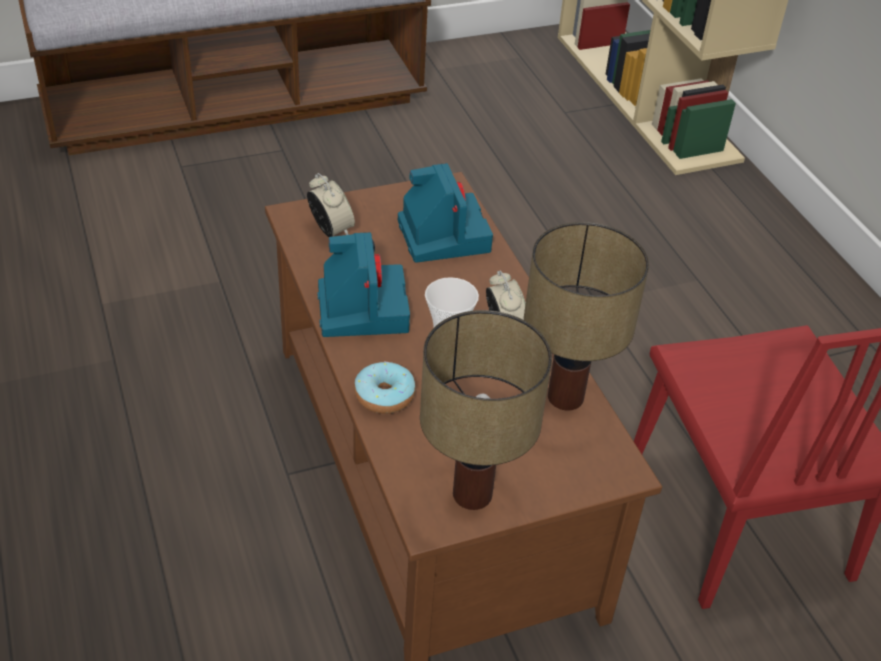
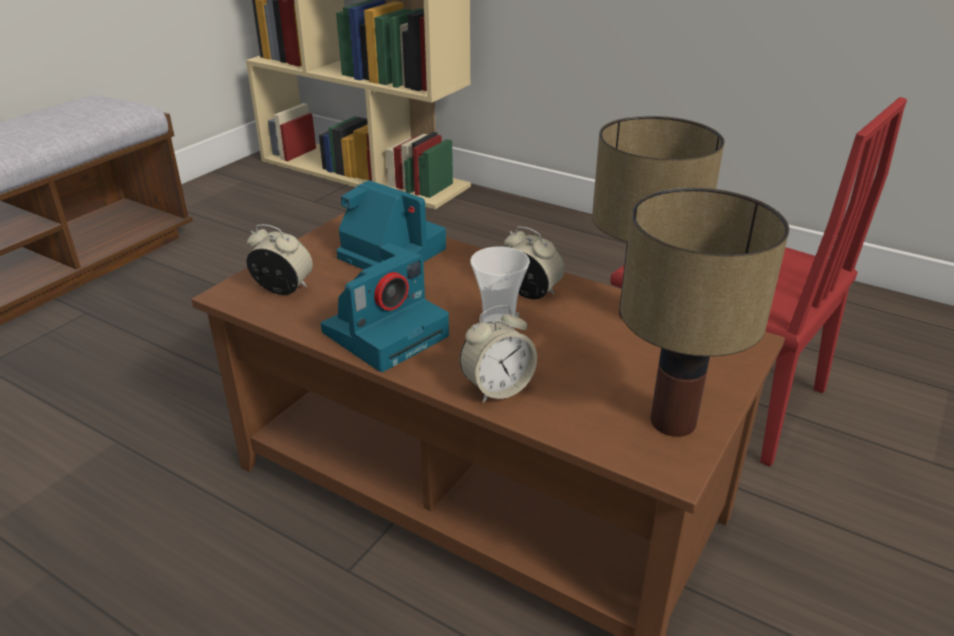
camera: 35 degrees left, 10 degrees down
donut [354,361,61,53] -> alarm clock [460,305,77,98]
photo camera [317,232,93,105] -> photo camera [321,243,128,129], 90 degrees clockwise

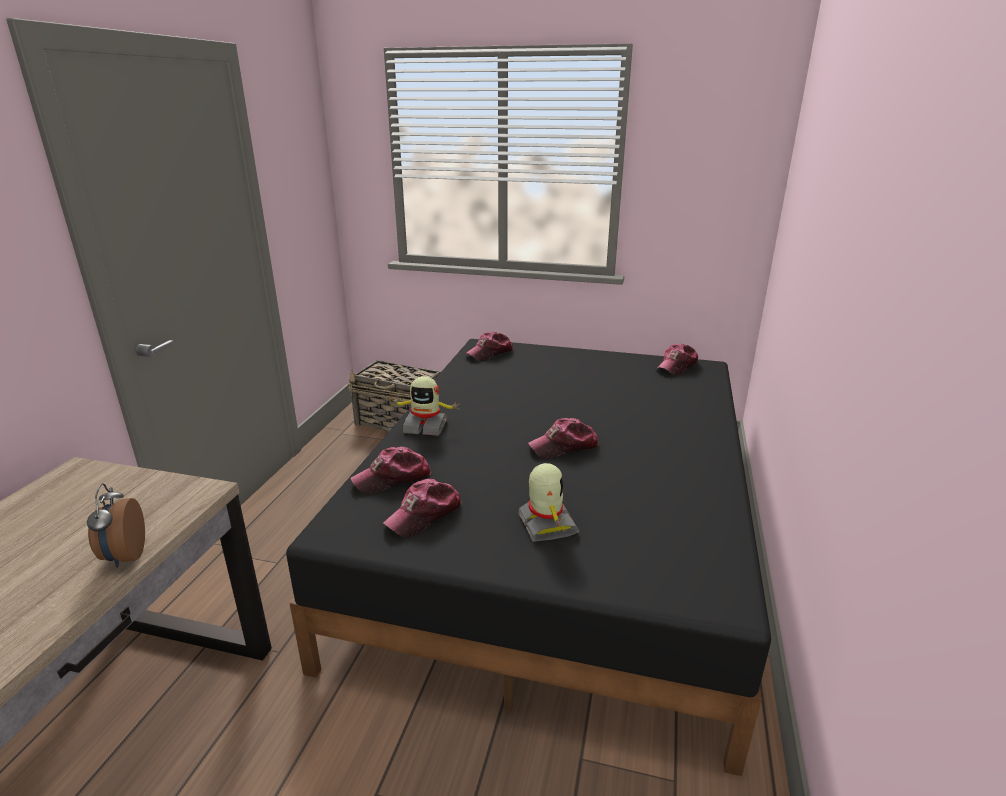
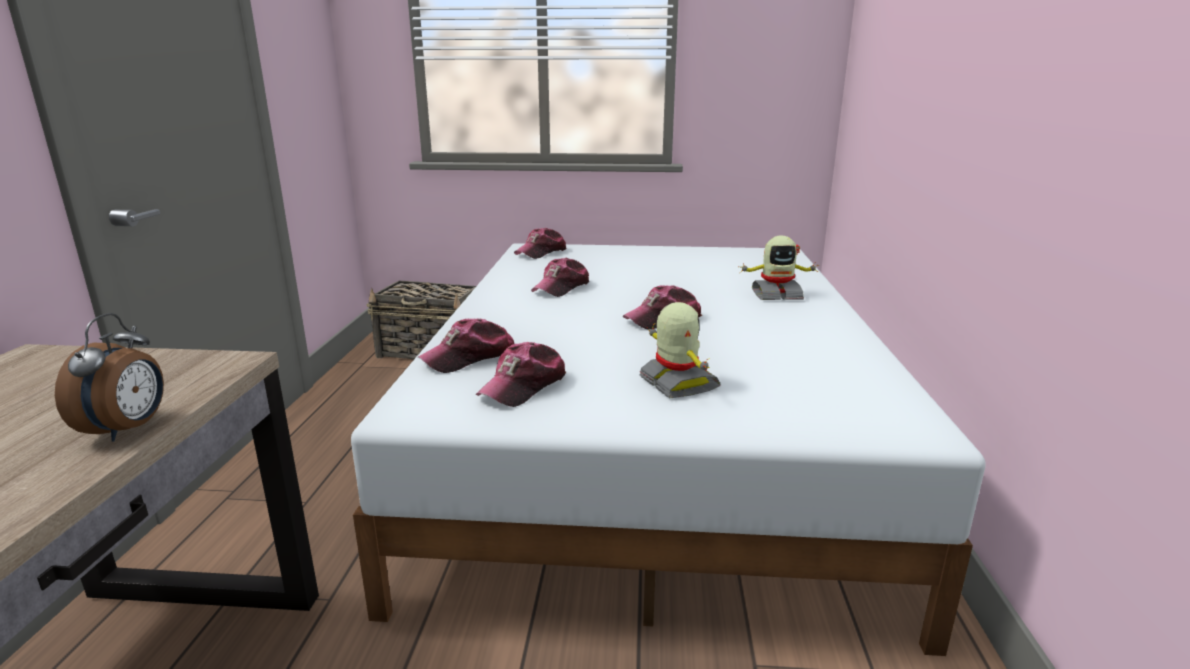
camera: 10 degrees left, 5 degrees down
toy robot [391,376,68,60] -> toy robot [738,235,81,65], relocated
cap [656,344,42,31] -> cap [531,258,58,39], relocated
black bed [286,339,485,437] -> white bed [351,243,634,413]
alarm clock [87,483,58,85] -> alarm clock [55,313,109,129], 150 degrees counterclockwise

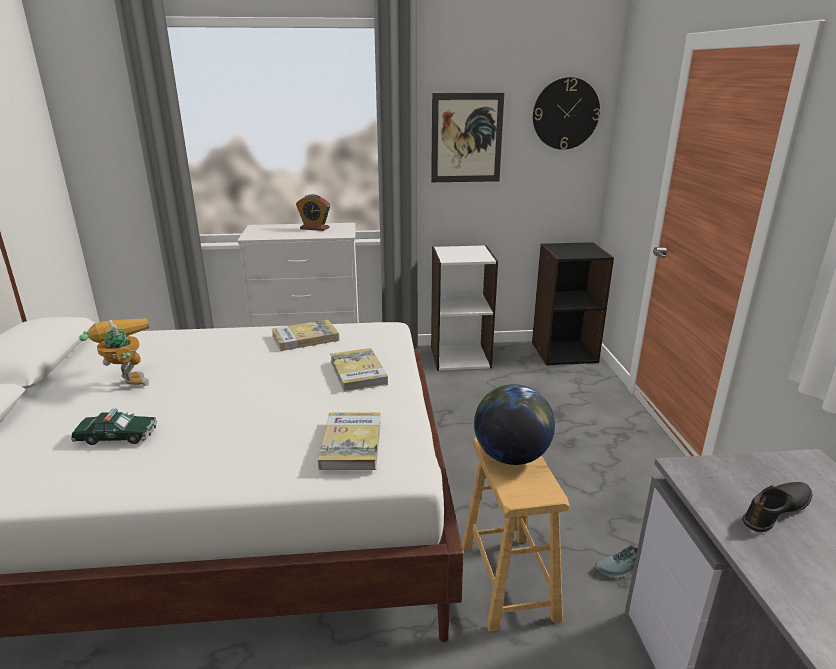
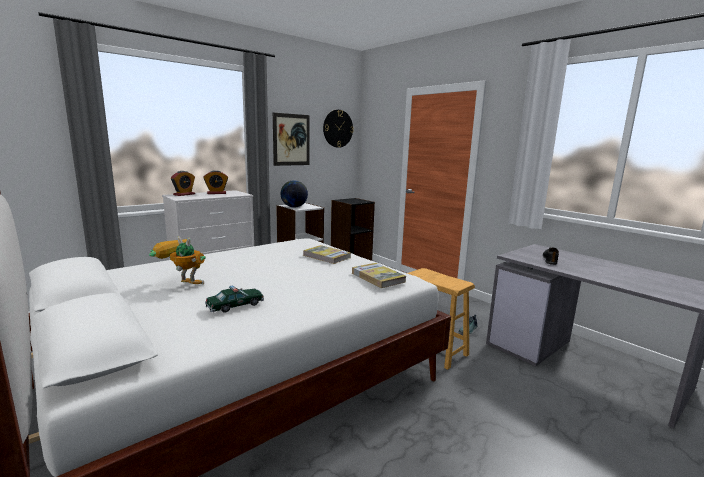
camera: 35 degrees left, 10 degrees down
book [272,319,67,32] -> none
none -> alarm clock [171,171,24,25]
globe [474,384,81,81] -> globe [281,180,27,27], relocated

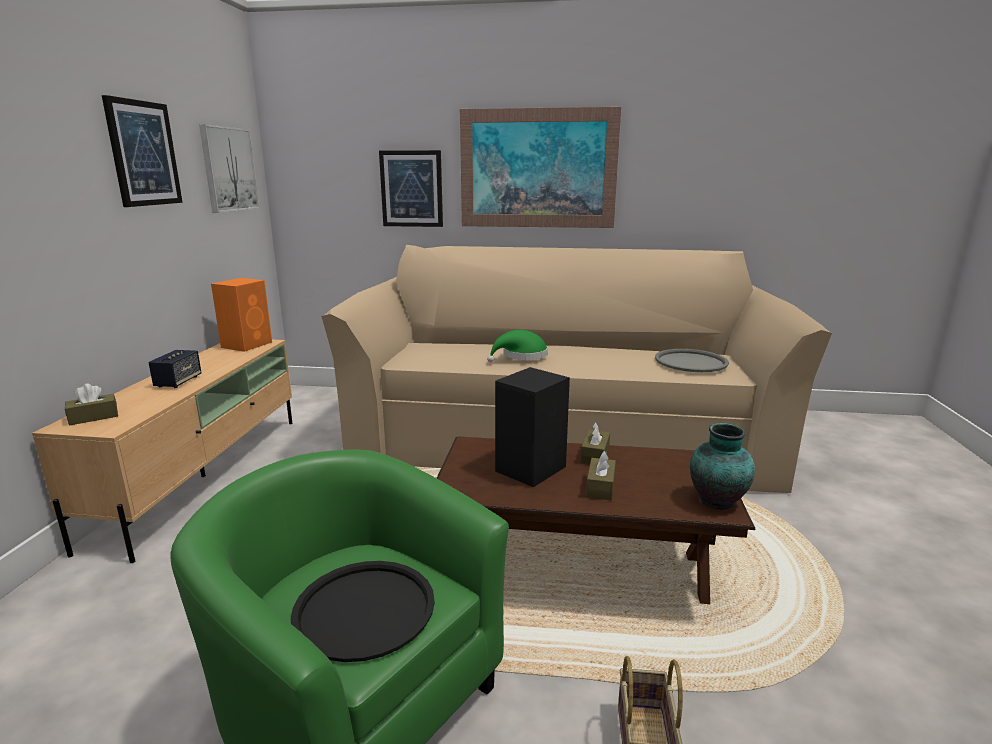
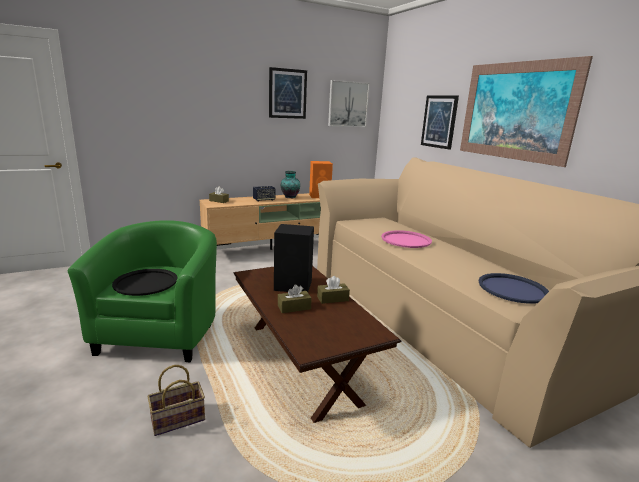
camera: 55 degrees right, 0 degrees up
vase [690,423,65,87] -> vase [281,171,19,27], relocated
green hat [487,330,61,32] -> pink tray [381,230,51,18]
grey tray [655,349,74,23] -> blue tray [478,273,71,31]

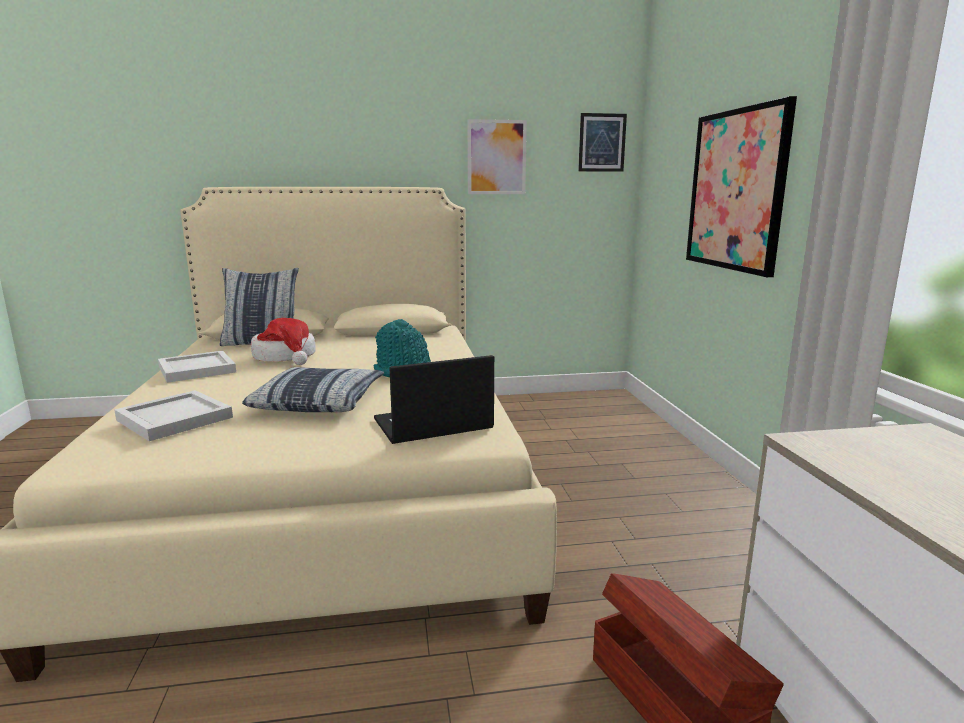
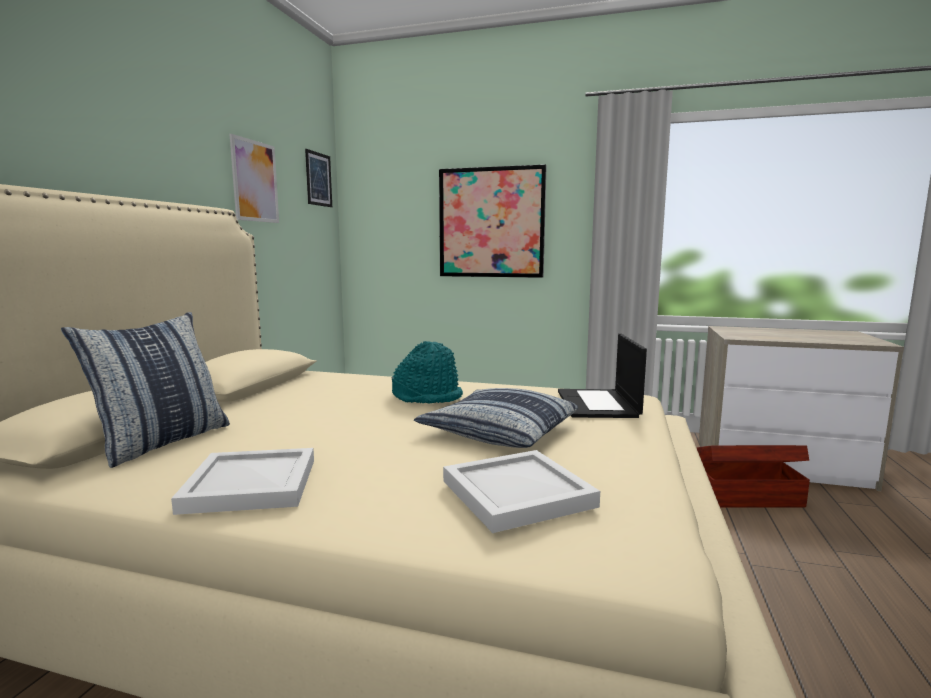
camera: 65 degrees left, 5 degrees down
hat [251,318,65,47] -> none

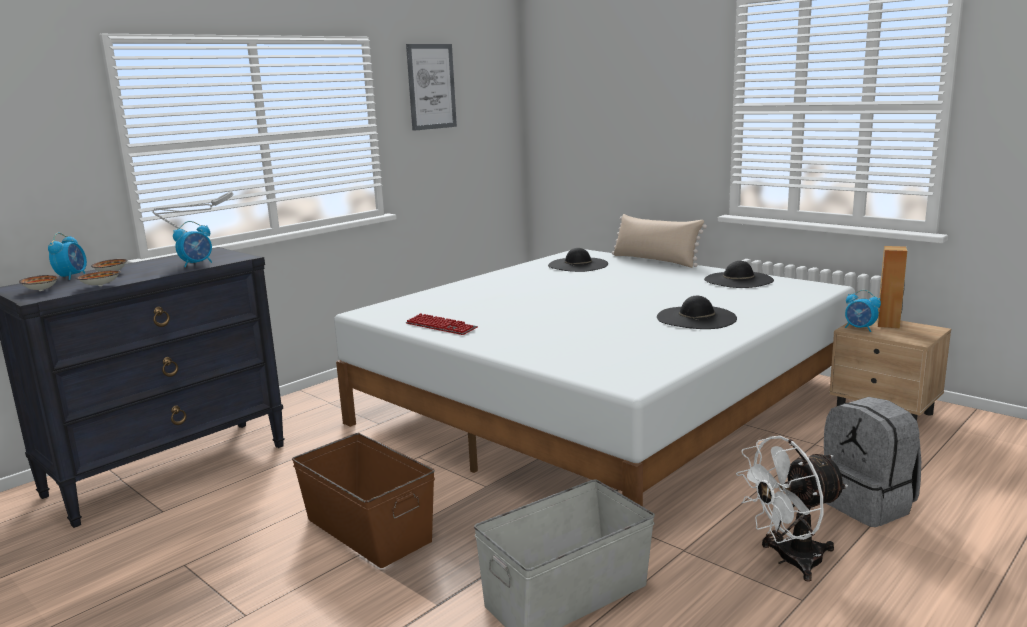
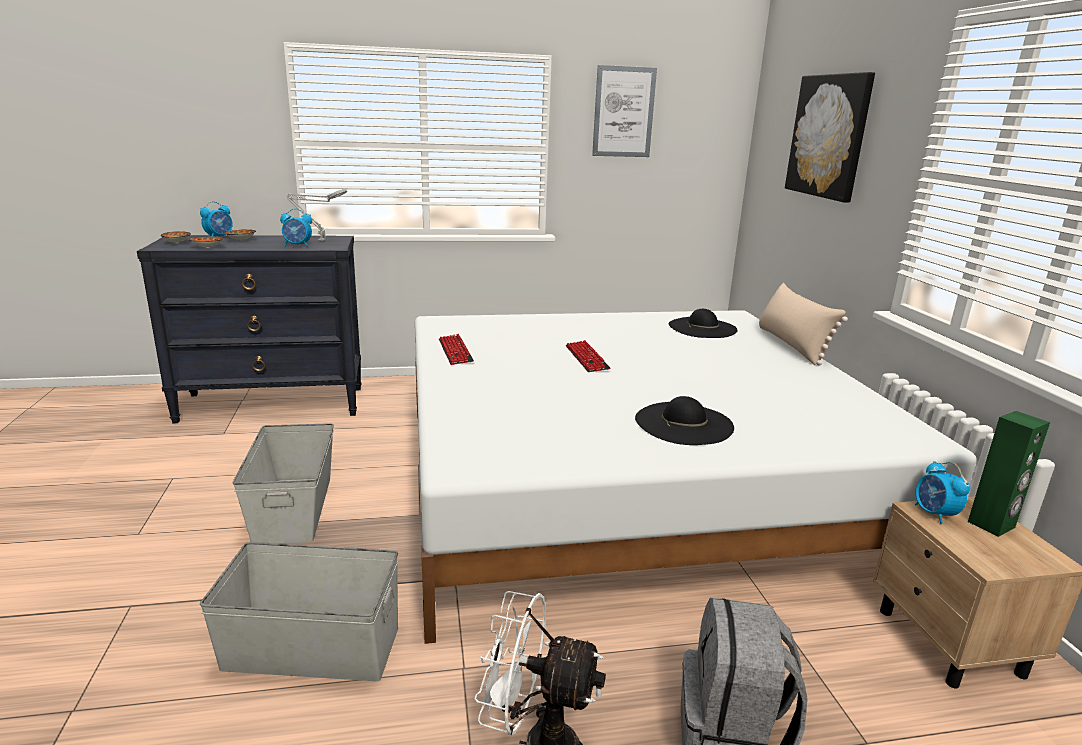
camera: 35 degrees right, 5 degrees up
black hat [704,261,70,27] -> none
none -> keyboard [566,340,45,32]
none -> picture [785,72,90,130]
brown storage box [292,433,143,135] -> grey storage box [232,423,102,121]
brown speaker [877,246,30,82] -> green speaker [968,411,82,126]

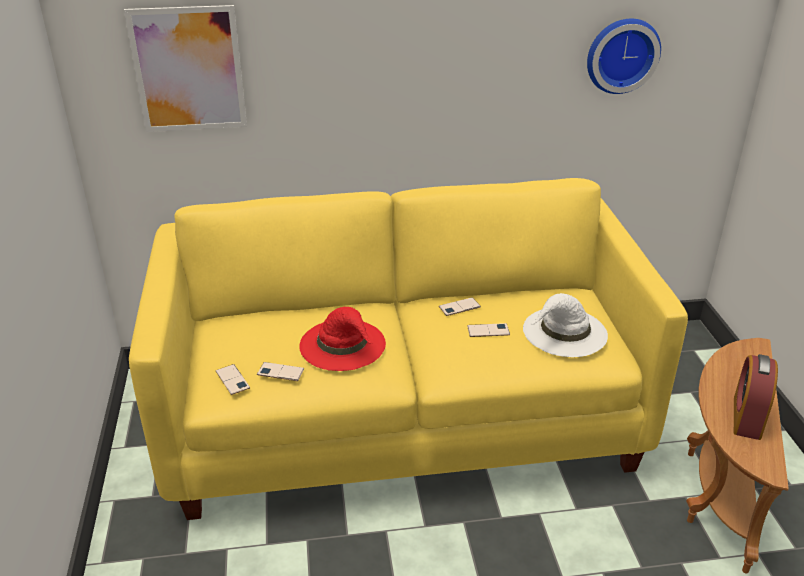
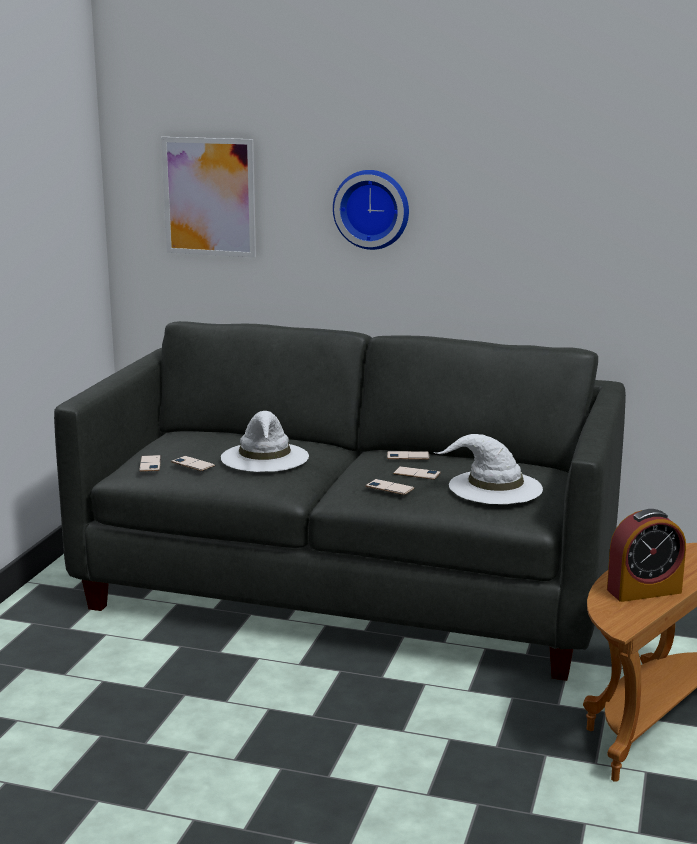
camera: 25 degrees right, 15 degrees down
none -> phone [365,479,49,16]
wall clock [587,19,74,75] -> wall clock [333,170,76,80], relocated
yellow sofa [129,178,559,342] -> grey sofa [54,321,572,360]
red hat [299,307,87,64] -> white hat [221,411,88,61]
alarm clock [734,354,44,86] -> alarm clock [607,509,79,93], 150 degrees counterclockwise

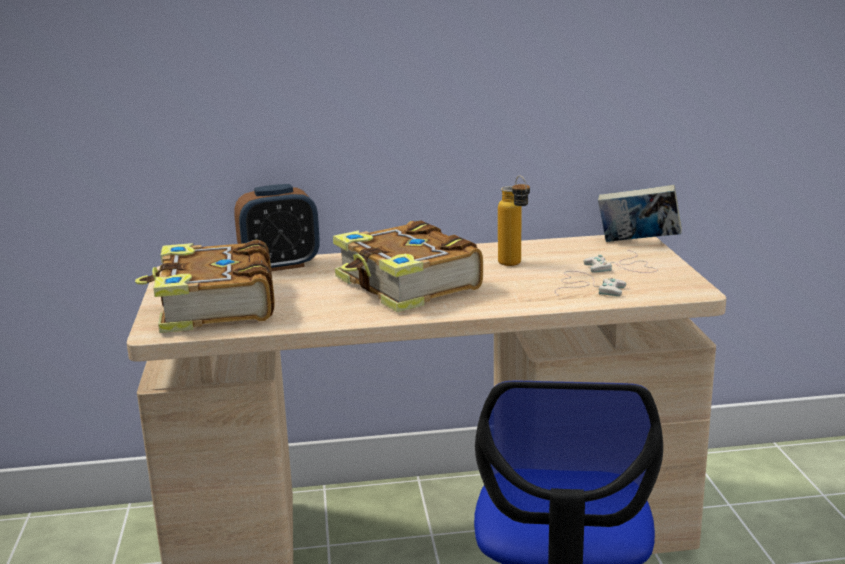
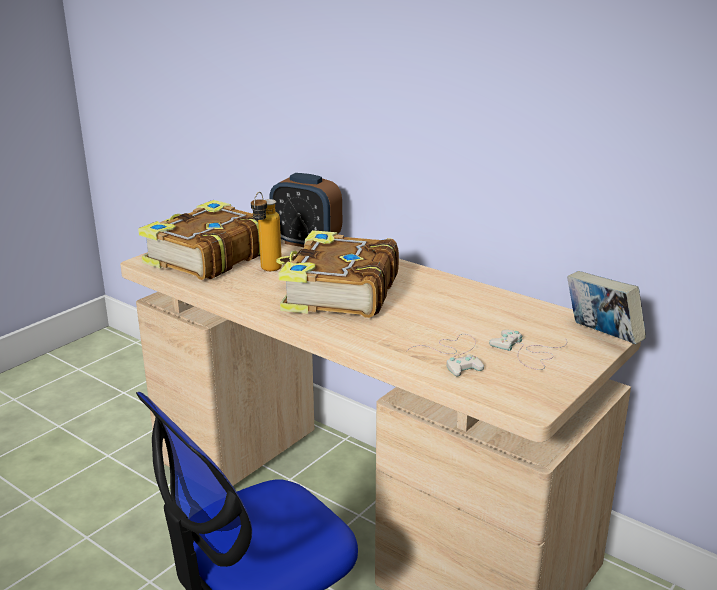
camera: 45 degrees right, 5 degrees up
bottle [498,176,32,90] -> bottle [251,192,31,79], relocated

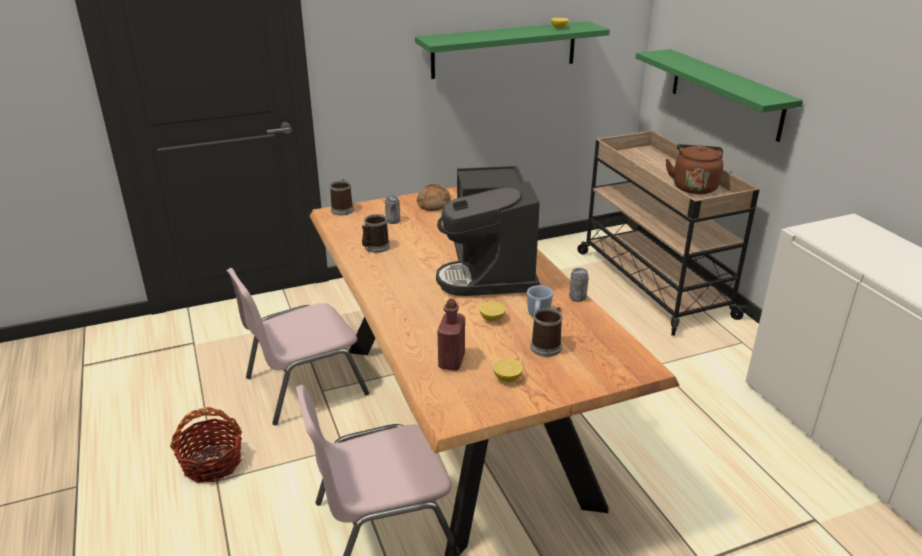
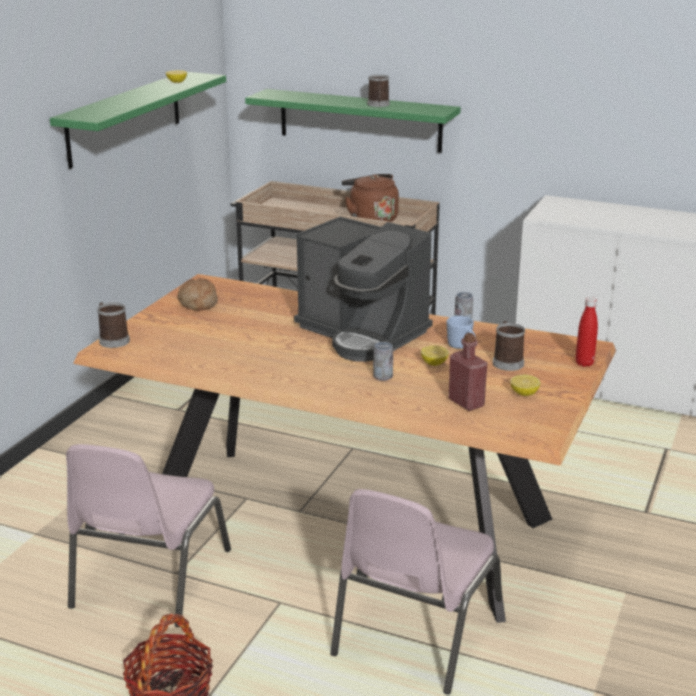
camera: 45 degrees left, 5 degrees down
none -> red bottle [575,297,23,70]
mug [362,214,28,39] -> mug [367,75,23,32], relocated
can [385,196,15,28] -> can [373,342,20,39], relocated

